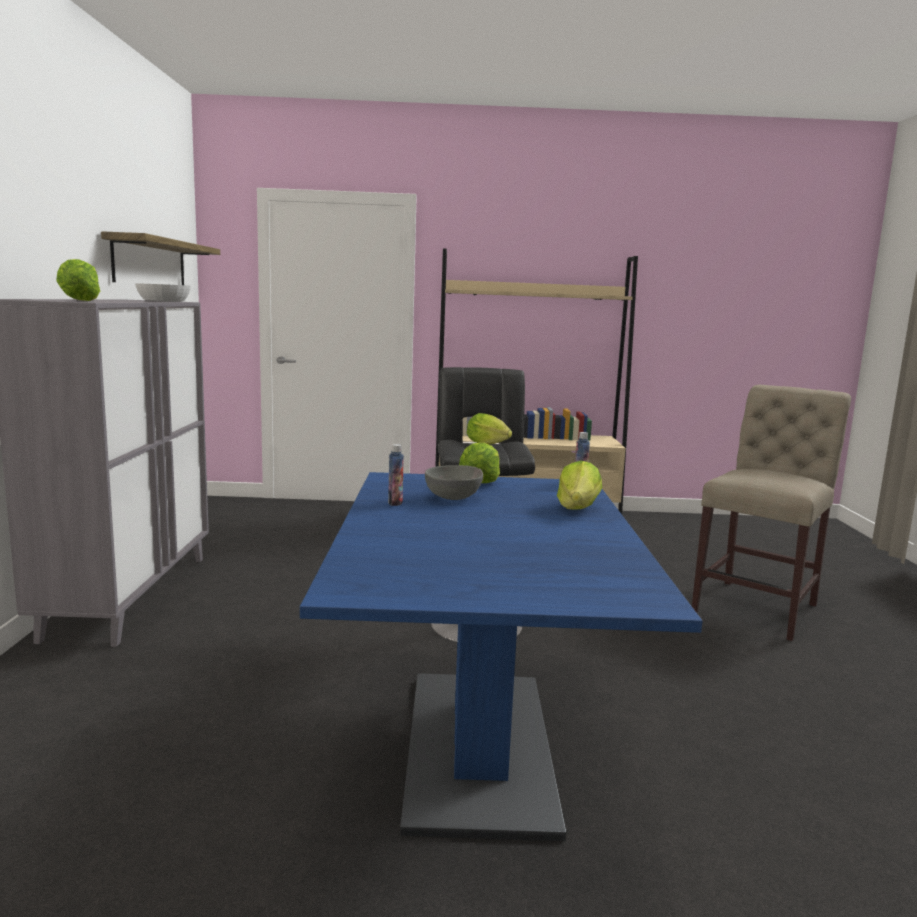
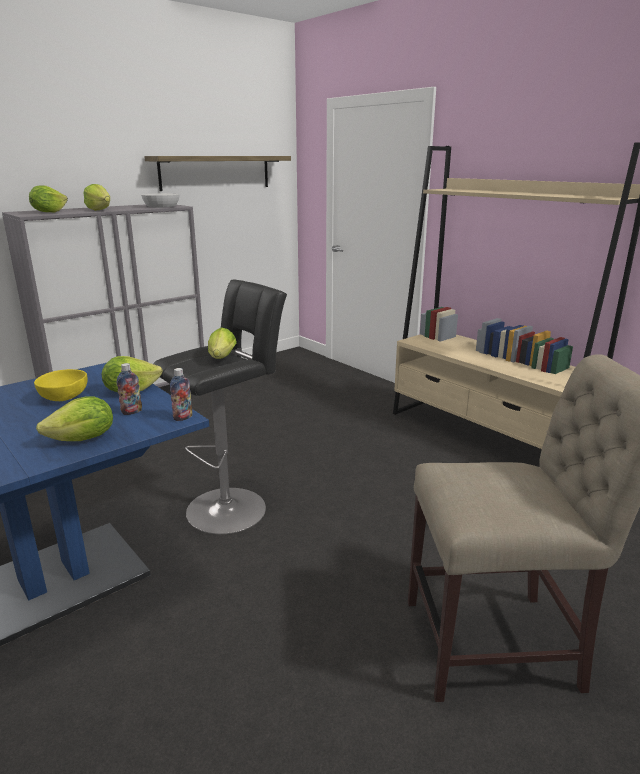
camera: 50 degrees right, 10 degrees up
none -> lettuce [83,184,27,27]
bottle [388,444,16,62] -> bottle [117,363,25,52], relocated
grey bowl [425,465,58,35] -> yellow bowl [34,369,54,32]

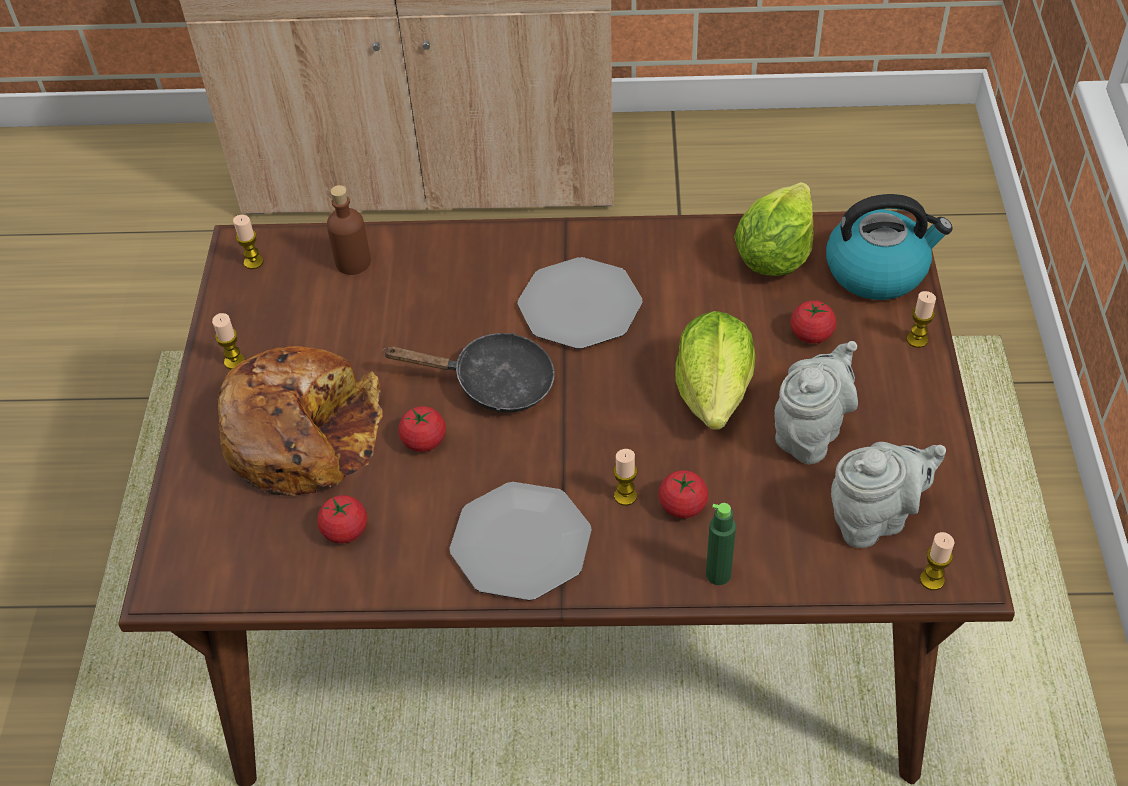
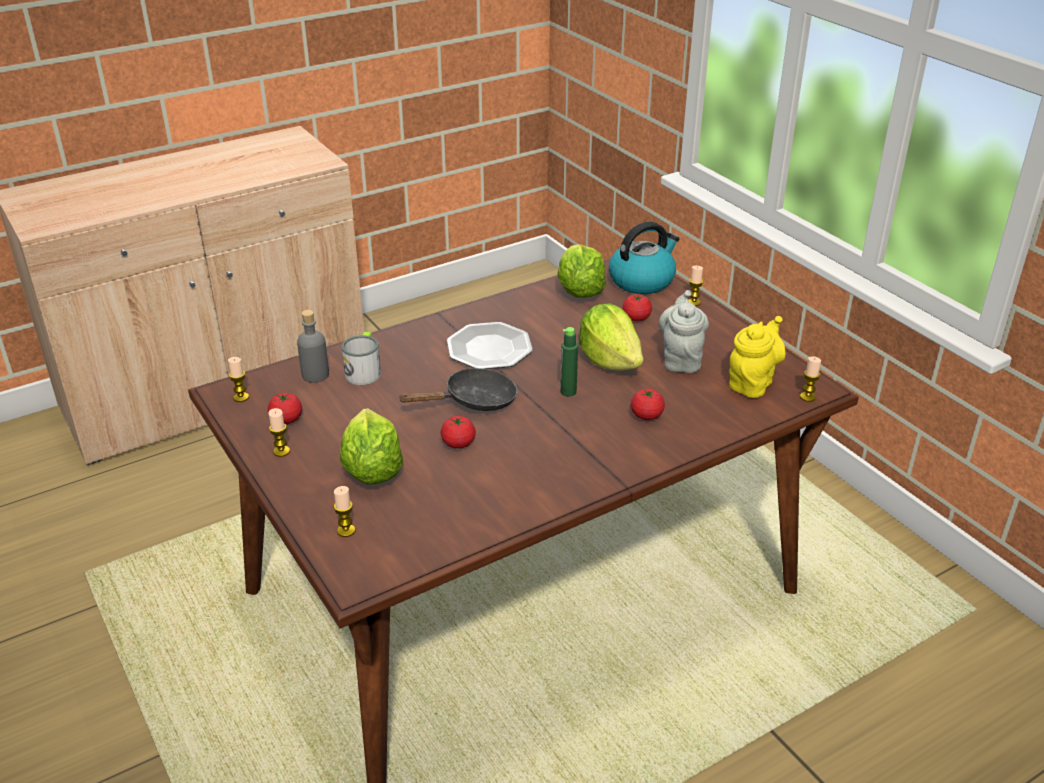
camera: 35 degrees left, 15 degrees down
plate [450,482,142,119] -> none
none -> mug [341,332,40,53]
tomato [317,495,50,48] -> tomato [268,393,34,31], relocated
candle [613,449,24,57] -> candle [334,486,21,51], relocated
green bottle [706,503,30,82] -> green bottle [560,327,18,70], relocated
bread [217,346,166,150] -> lettuce [340,408,63,77]
brown bottle [327,185,44,90] -> grey bottle [297,310,32,73]
grey teapot [831,442,115,106] -> yellow teapot [729,316,57,82]

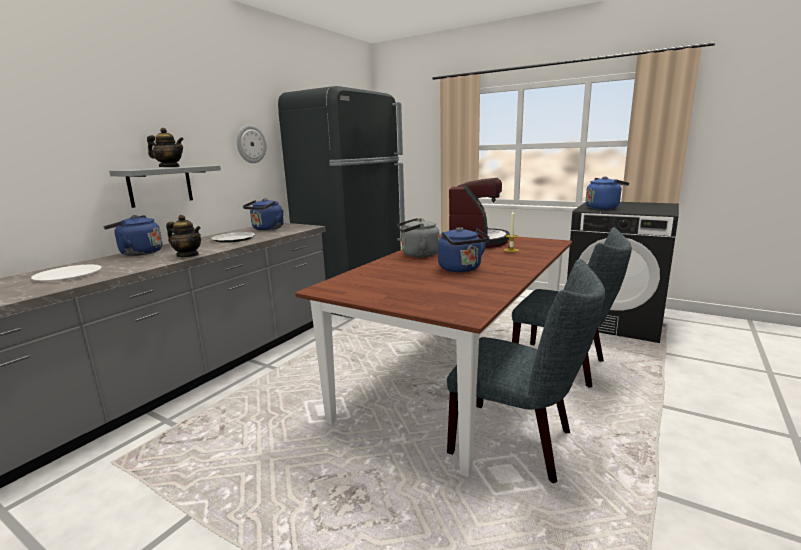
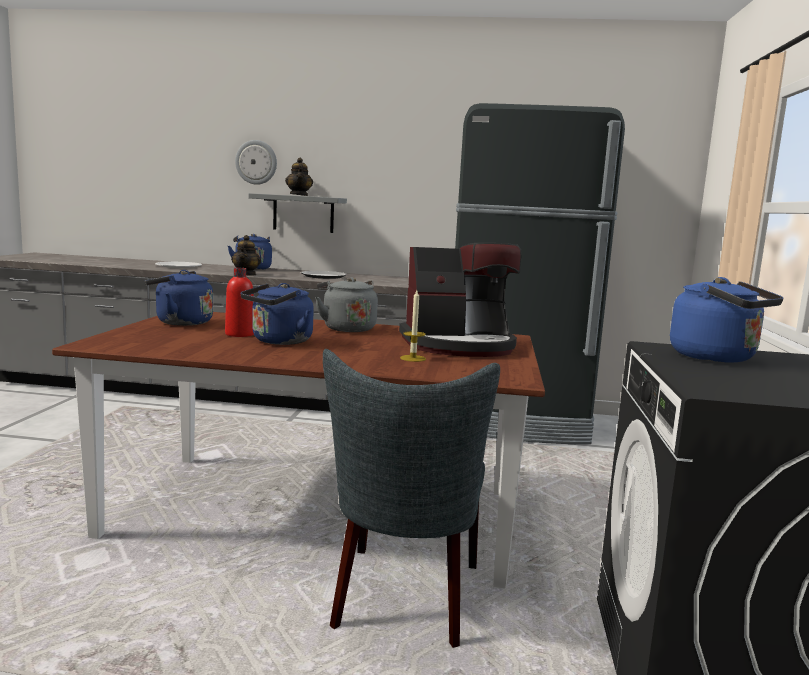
camera: 65 degrees right, 5 degrees down
grey chair [447,259,158,224] -> none
none -> red bottle [225,268,29,69]
wall clock [237,125,30,38] -> wall clock [235,140,42,45], relocated
blue kettle [243,198,41,32] -> blue kettle [145,270,68,56], relocated

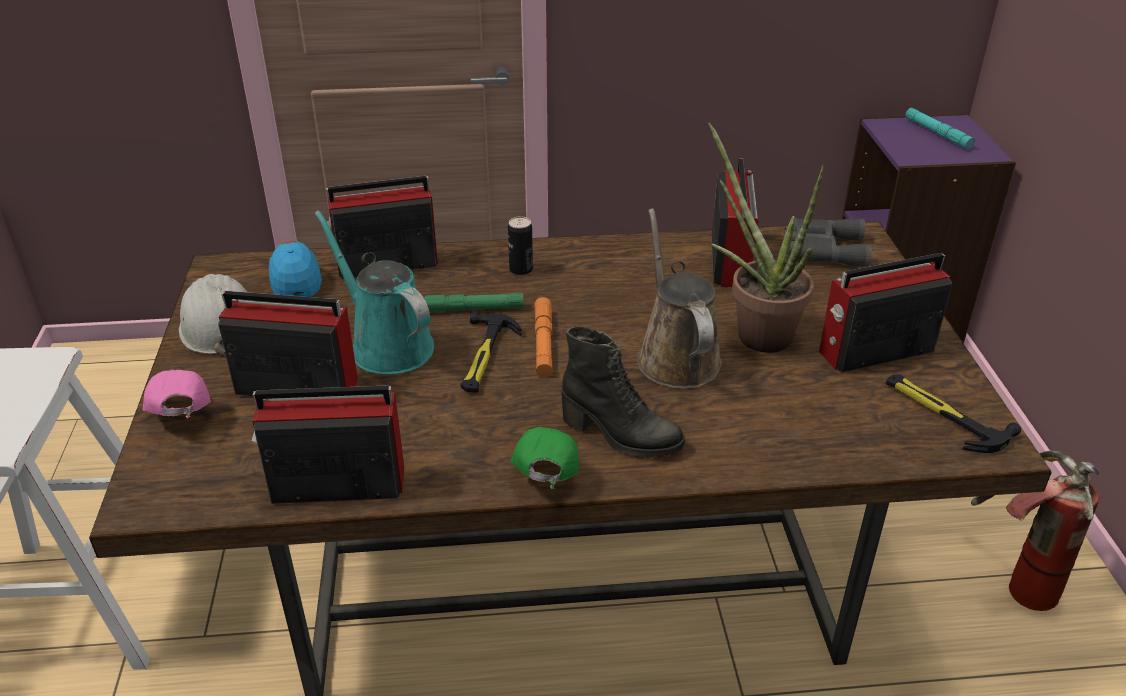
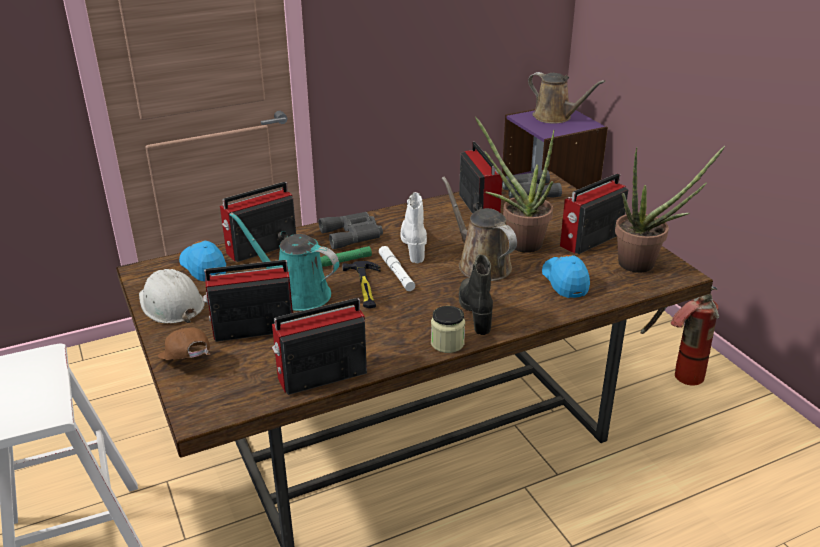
camera: 20 degrees left, 5 degrees down
none -> white boot [401,192,26,71]
none -> blue cap [542,255,48,43]
can [508,217,25,58] -> grey binoculars [319,212,64,37]
green cap [510,427,69,62] -> jar [431,306,34,47]
hammer [886,374,135,79] -> potted plant [615,145,110,128]
turquoise flashlight [905,108,70,42] -> brown watering can [528,72,78,52]
pink cap [142,370,69,48] -> brown cap [158,327,54,33]
orange flashlight [534,297,19,80] -> white flashlight [379,246,36,45]
black boot [561,327,124,130] -> black boot [459,254,34,81], 105 degrees counterclockwise

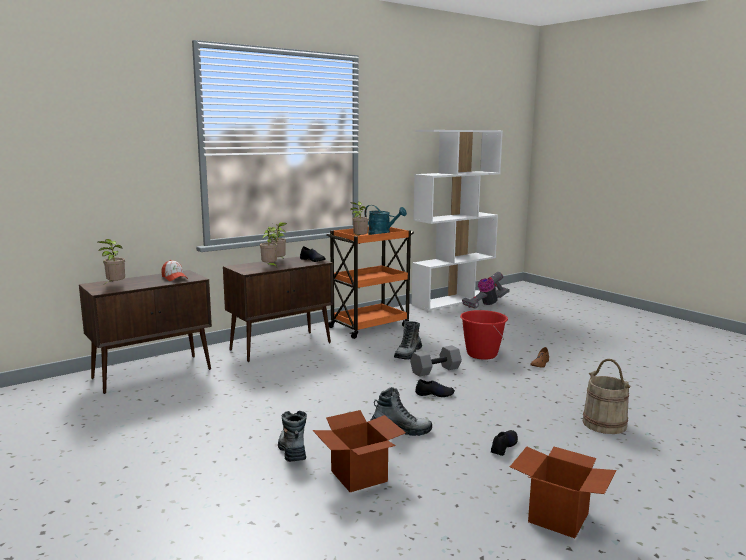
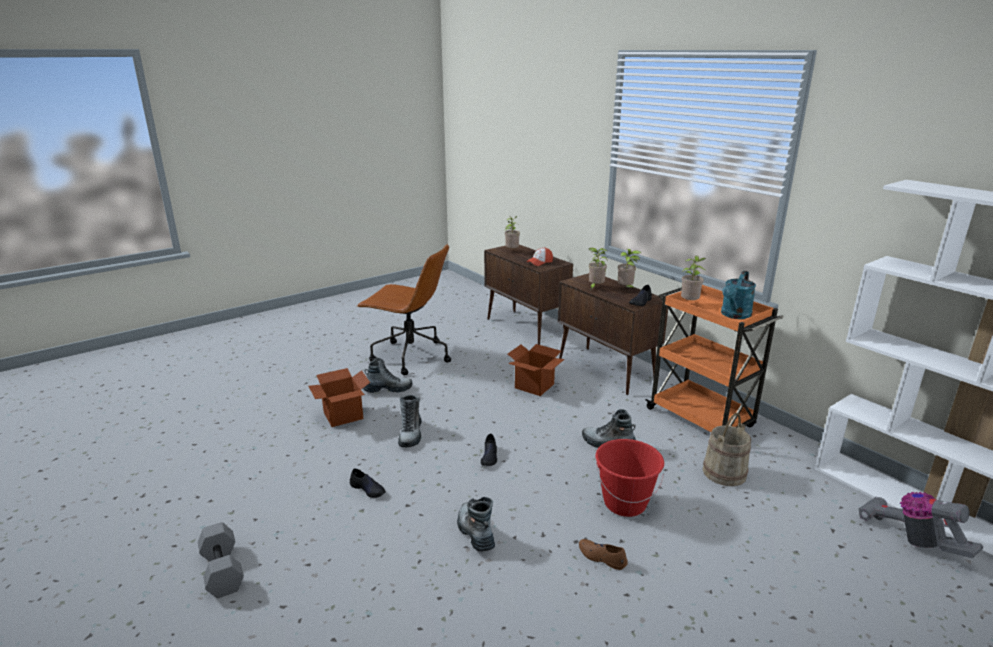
camera: 90 degrees right, 10 degrees up
none -> brown office chair [357,244,94,131]
none -> boot [457,497,38,55]
grey dumbbell [410,345,52,32] -> grey dumbbell [198,522,46,76], relocated
cardboard box [510,447,107,91] -> cardboard box [508,344,57,52], relocated
beige bucket [583,359,48,75] -> beige bucket [703,413,48,73], relocated

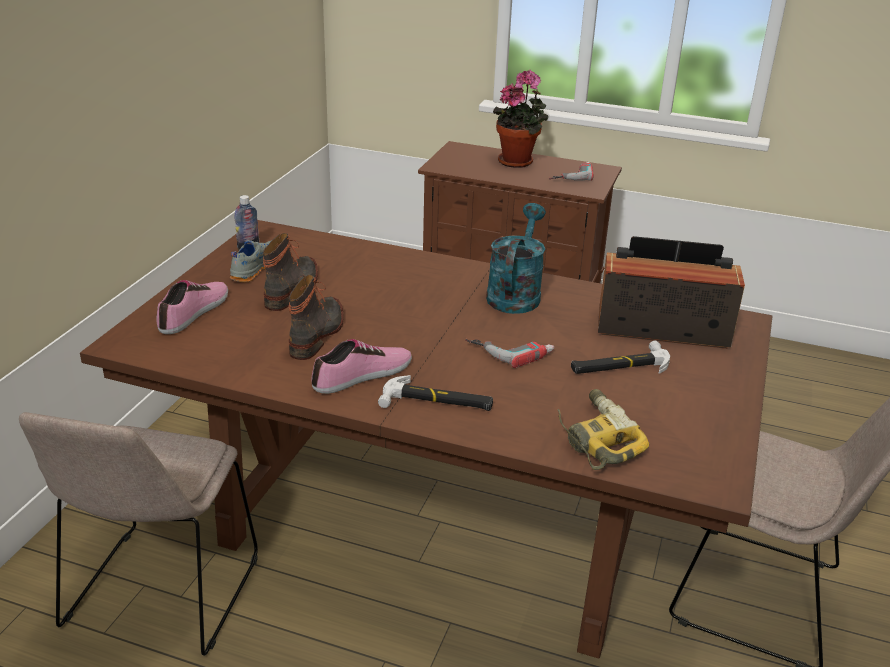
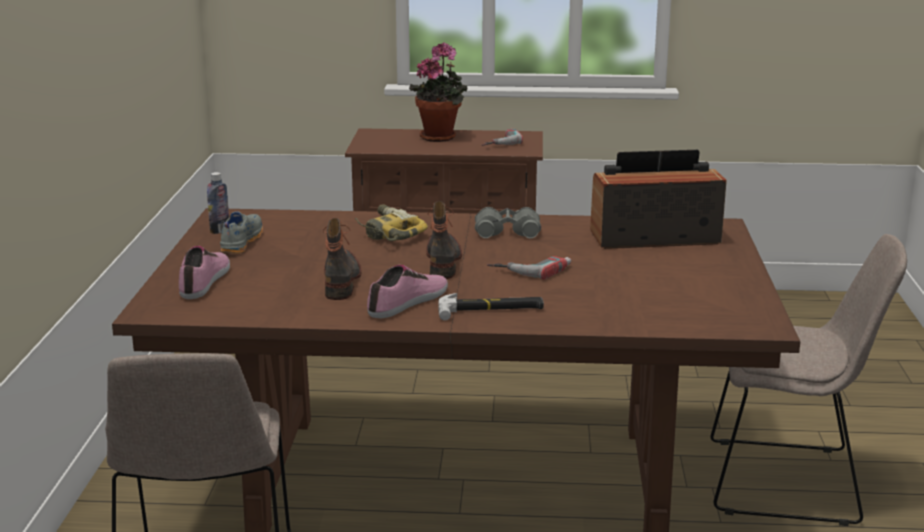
camera: 15 degrees left, 10 degrees down
hammer [571,341,99,33] -> none
boot [263,233,55,78] -> boot [426,201,36,78], relocated
power drill [558,389,91,81] -> power drill [355,204,73,37], relocated
turquoise watering can [486,203,60,111] -> grey binoculars [475,207,66,31]

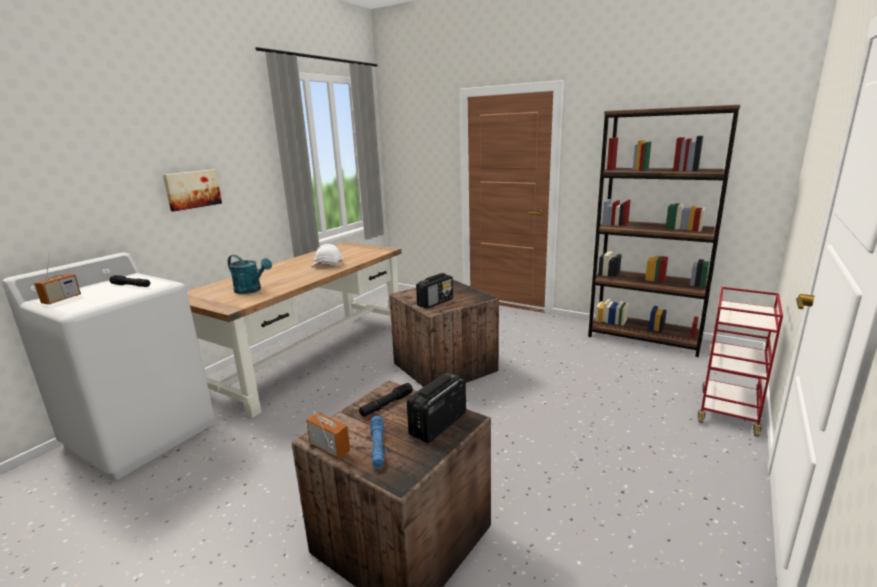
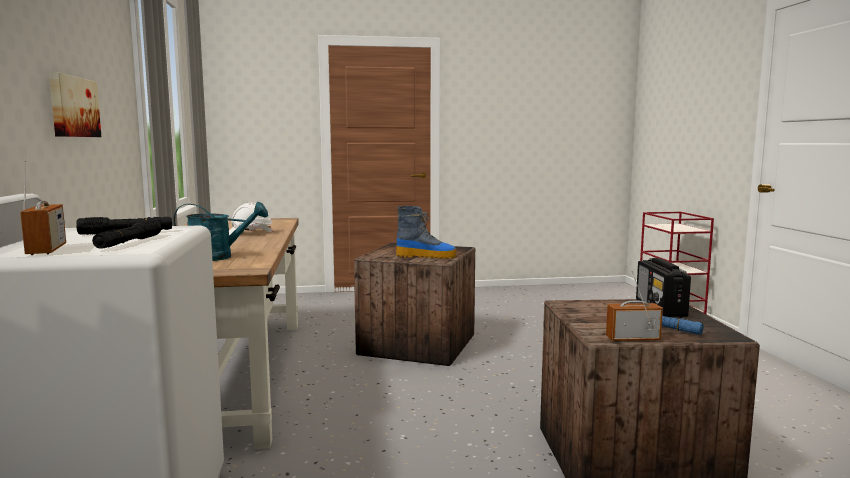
camera: 40 degrees left, 10 degrees down
brown bookcase [588,105,153,252] -> none
black flashlight [359,383,54,34] -> black flashlight [92,219,70,30], relocated
radio [416,273,37,36] -> boot [396,206,60,53]

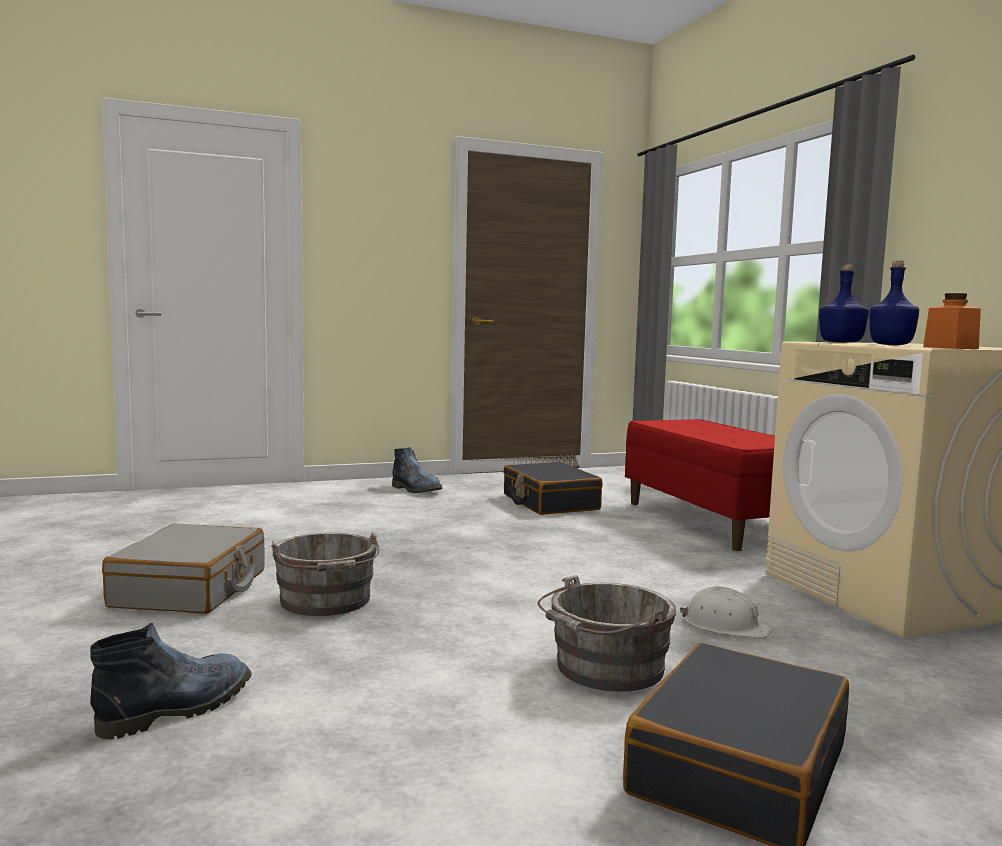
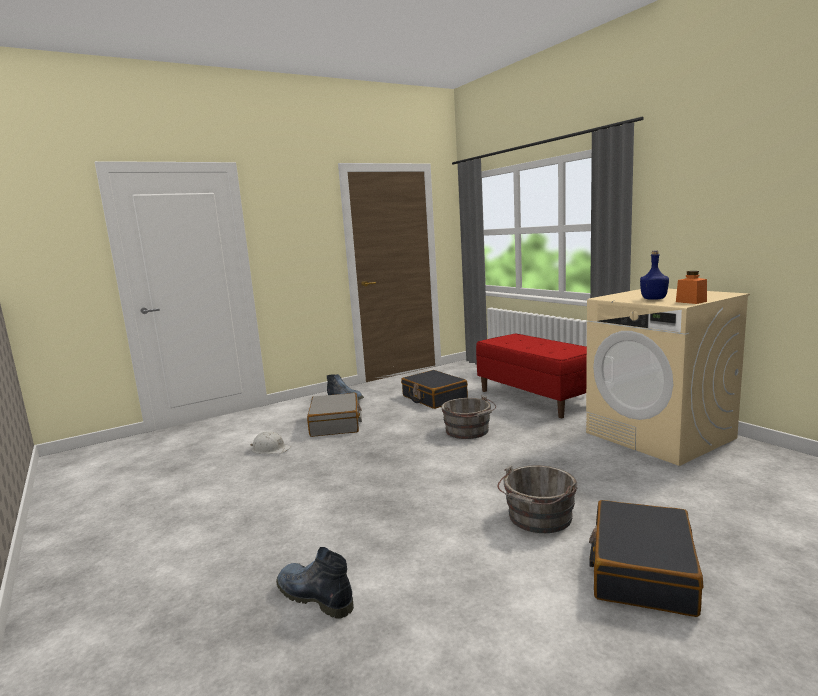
camera: 10 degrees left, 5 degrees up
blue bottle [819,265,50,78] -> none
grey suitcase [102,523,163,91] -> grey suitcase [307,393,55,44], relocated
grey bucket [271,532,109,84] -> grey bucket [441,395,55,44], relocated
white hard hat [680,586,92,52] -> white hard hat [250,431,41,23], relocated
boot [90,623,162,116] -> boot [276,547,78,71], 90 degrees counterclockwise

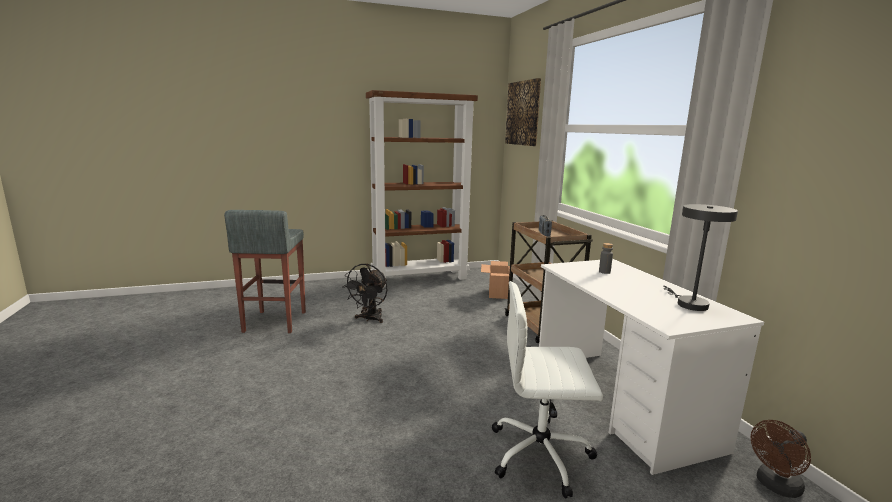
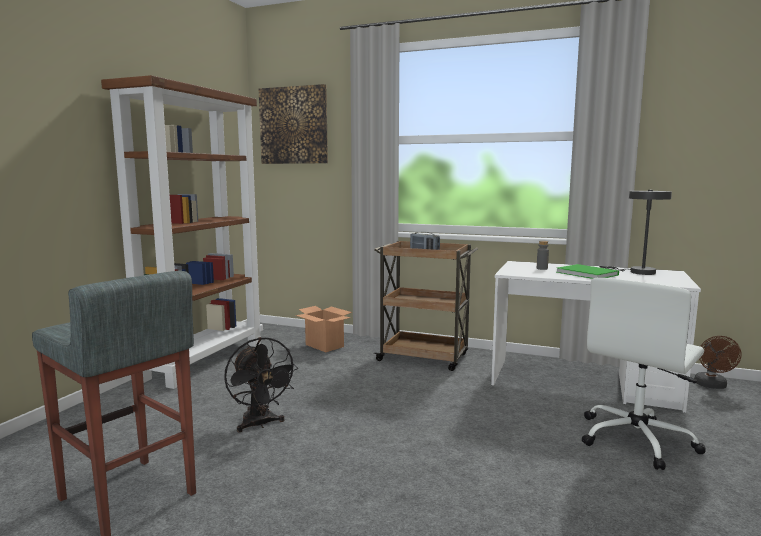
camera: 50 degrees left, 5 degrees down
none -> green book [557,264,62,15]

